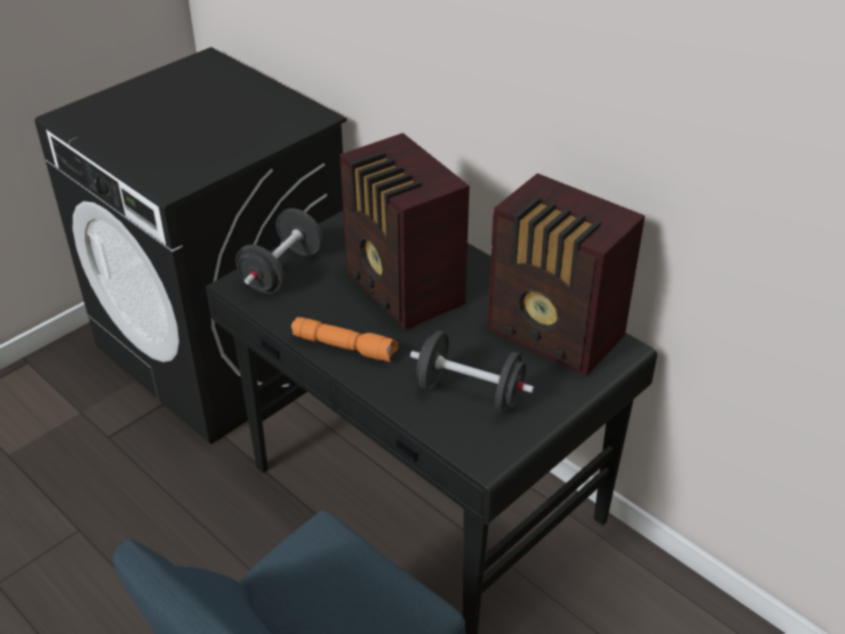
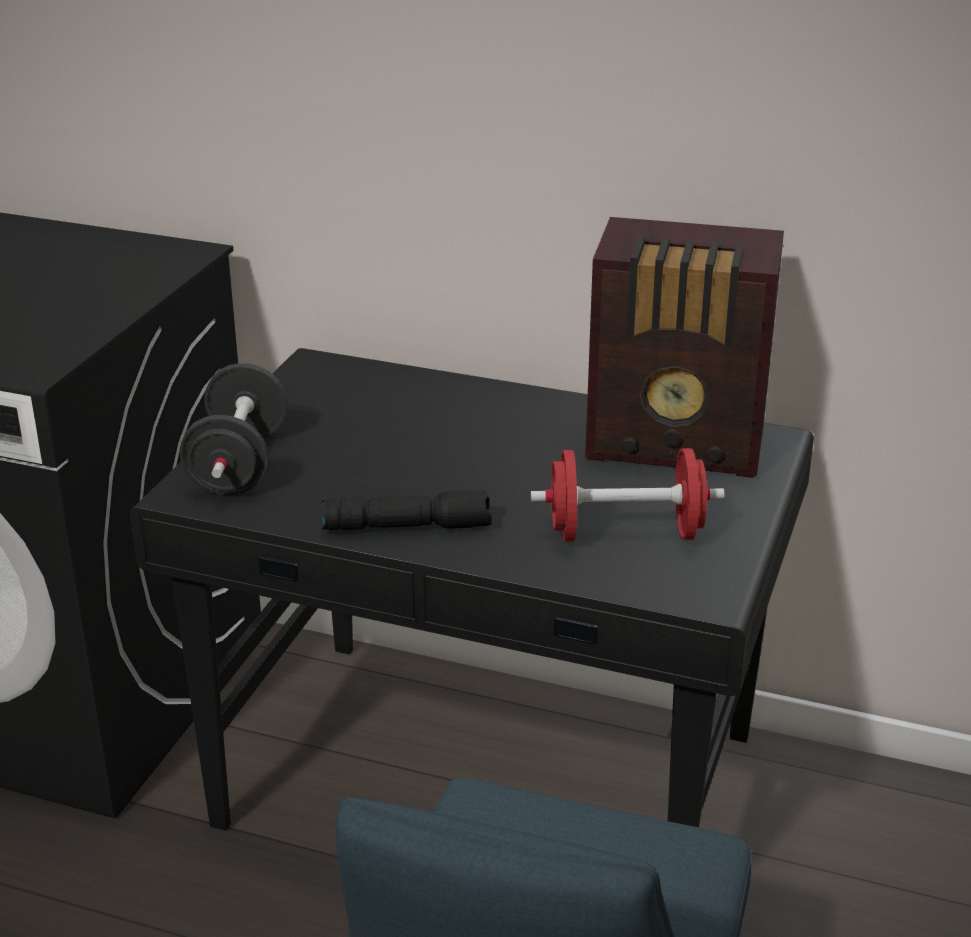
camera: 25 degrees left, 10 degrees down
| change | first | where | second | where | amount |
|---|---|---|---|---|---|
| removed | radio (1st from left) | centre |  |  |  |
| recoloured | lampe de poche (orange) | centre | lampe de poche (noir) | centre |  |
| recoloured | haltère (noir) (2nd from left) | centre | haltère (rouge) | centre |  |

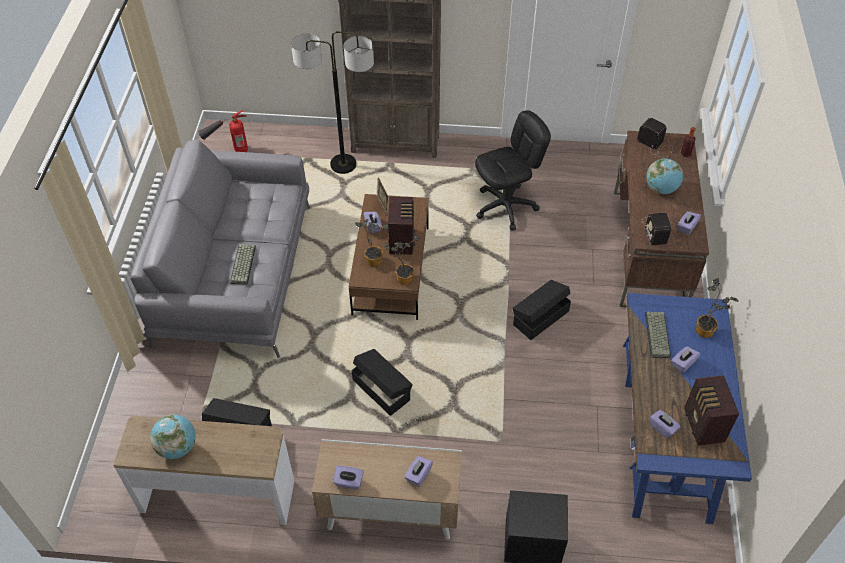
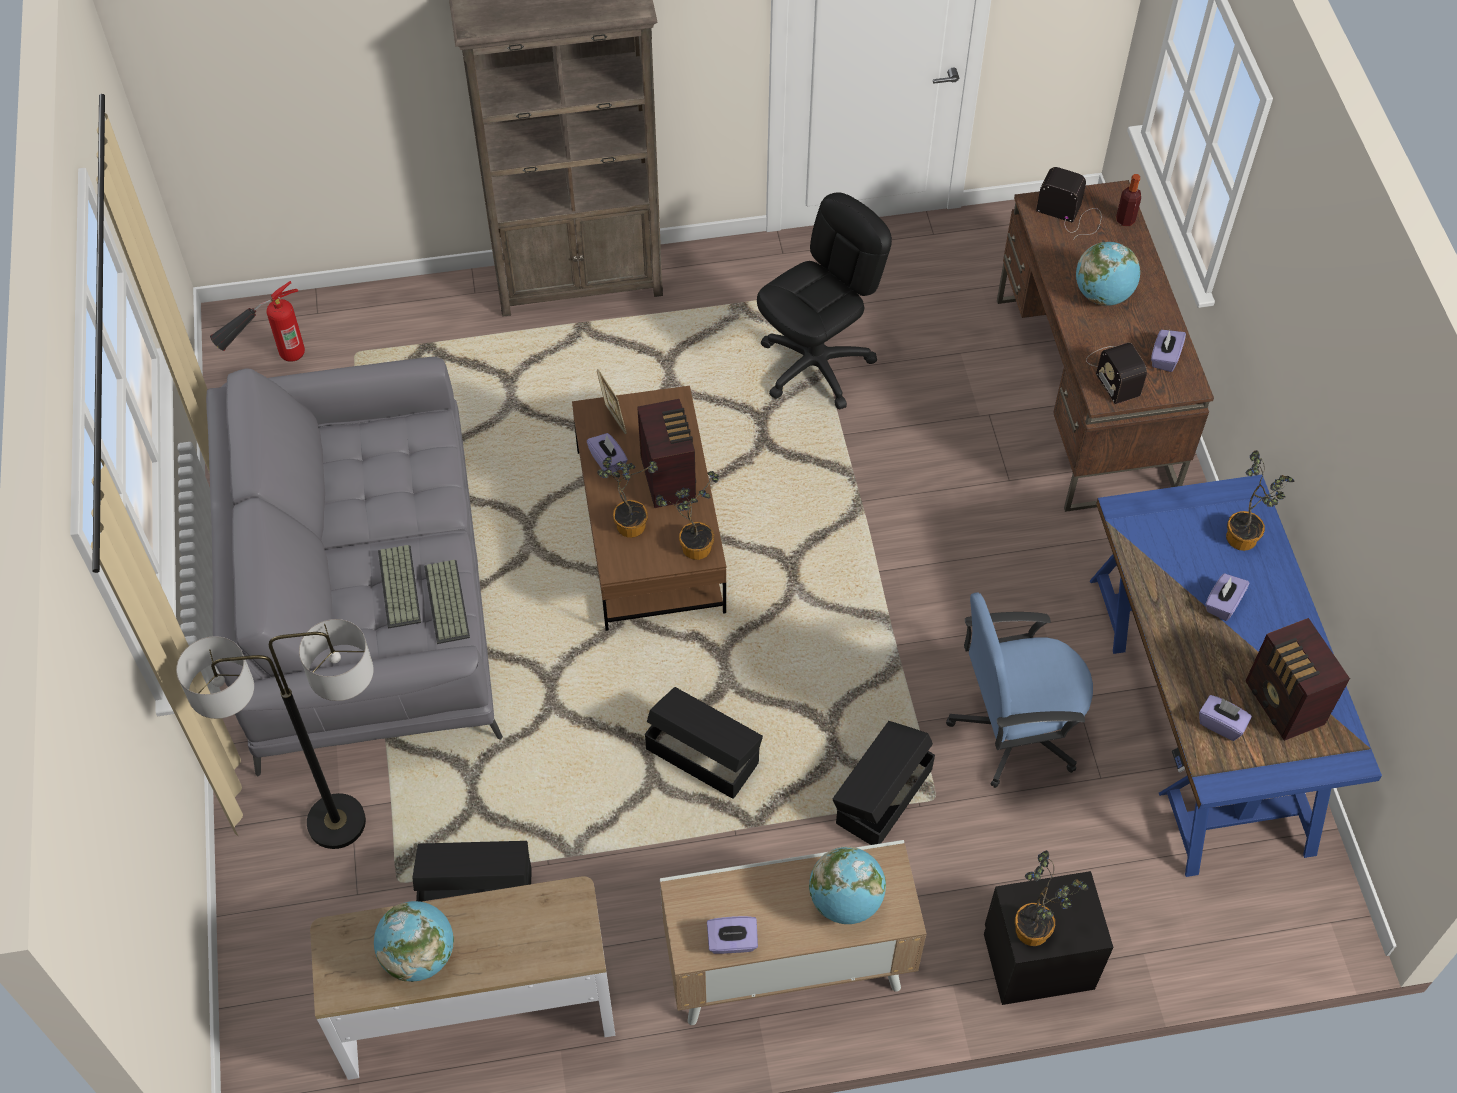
camera: 15 degrees left, 5 degrees up
| change | first | where | second | where | amount |
|---|---|---|---|---|---|
| moved | lampadaire | top centre |  | bottom left |  |
| moved | boîte de rangement (noir) (3rd from left) | centre |  | bottom centre |  |
| moved | clavier (2nd from left) | middle right |  | middle left |  |
| replaced | boîte à mouchoirs (violet) (3rd from left) | bottom centre | globe (2nd from left) | bottom centre |  |
| added |  |  | chaise de bureau (bleu) | middle right |  |
| added |  |  | plante en pot (3rd from left) | bottom right |  |

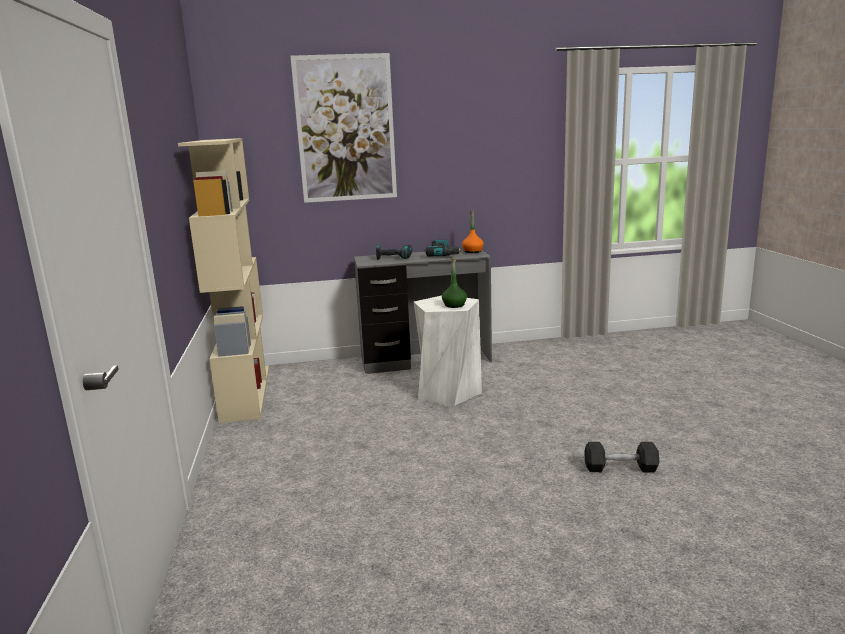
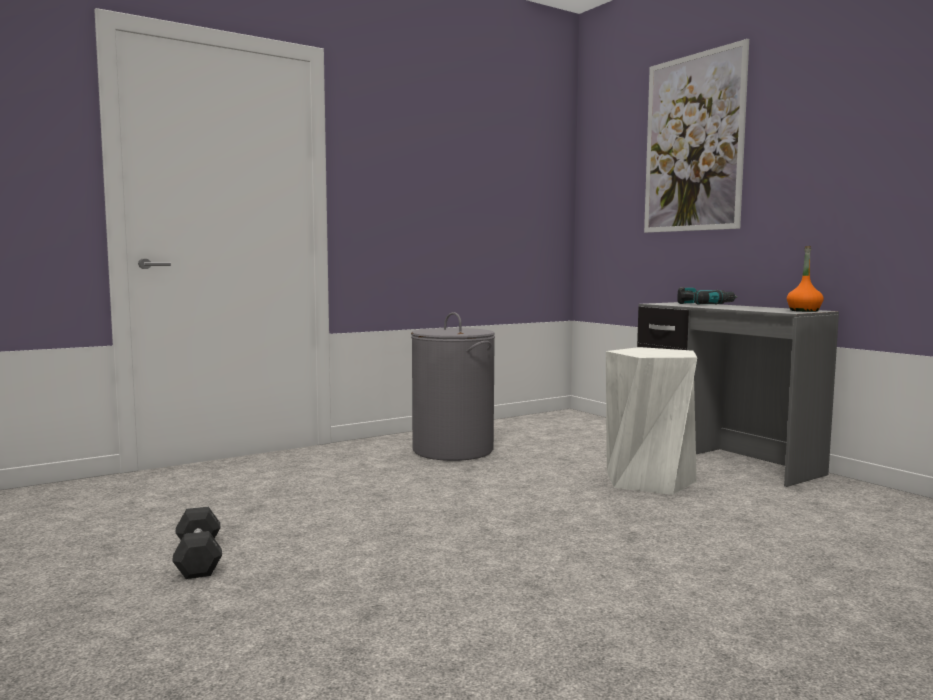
camera: 65 degrees right, 10 degrees down
| change | first | where | second | where | amount |
|---|---|---|---|---|---|
| removed | bibliothèque (beige) | middle left |  |  |  |
| removed | perceuse (2nd from left) | centre |  |  |  |
| removed | bouteille (vert) | centre |  |  |  |
| moved | haltère (gris) | bottom right |  | bottom left |  |
| added |  |  | panier à linge (gris) | centre |  |

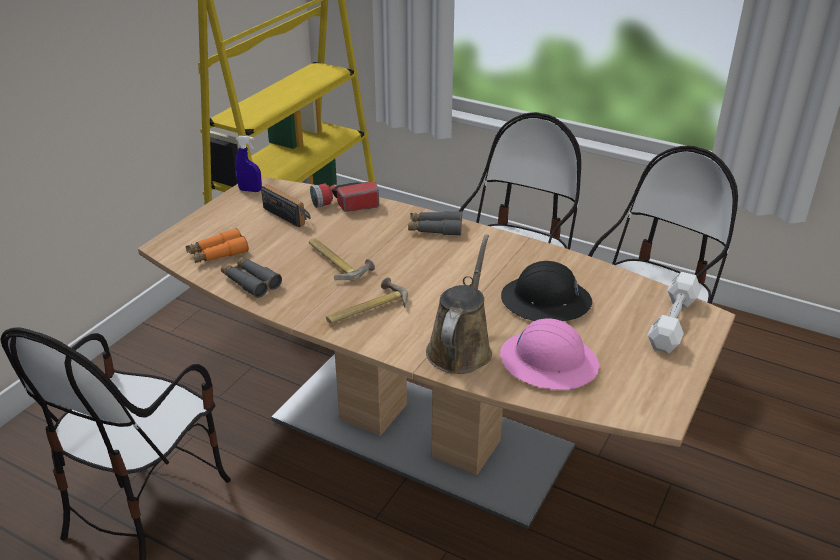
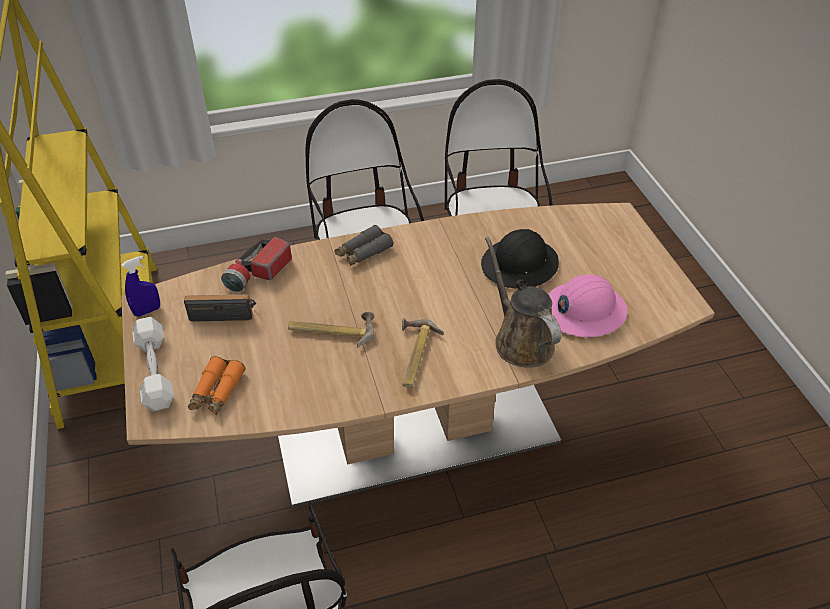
camera: 45 degrees left, 10 degrees up
| change | first | where | second | where | amount |
|---|---|---|---|---|---|
| removed | jumelles (gris) (1st from left) | middle left |  |  |  |
| moved | haltère (blanc) | middle right |  | middle left |  |

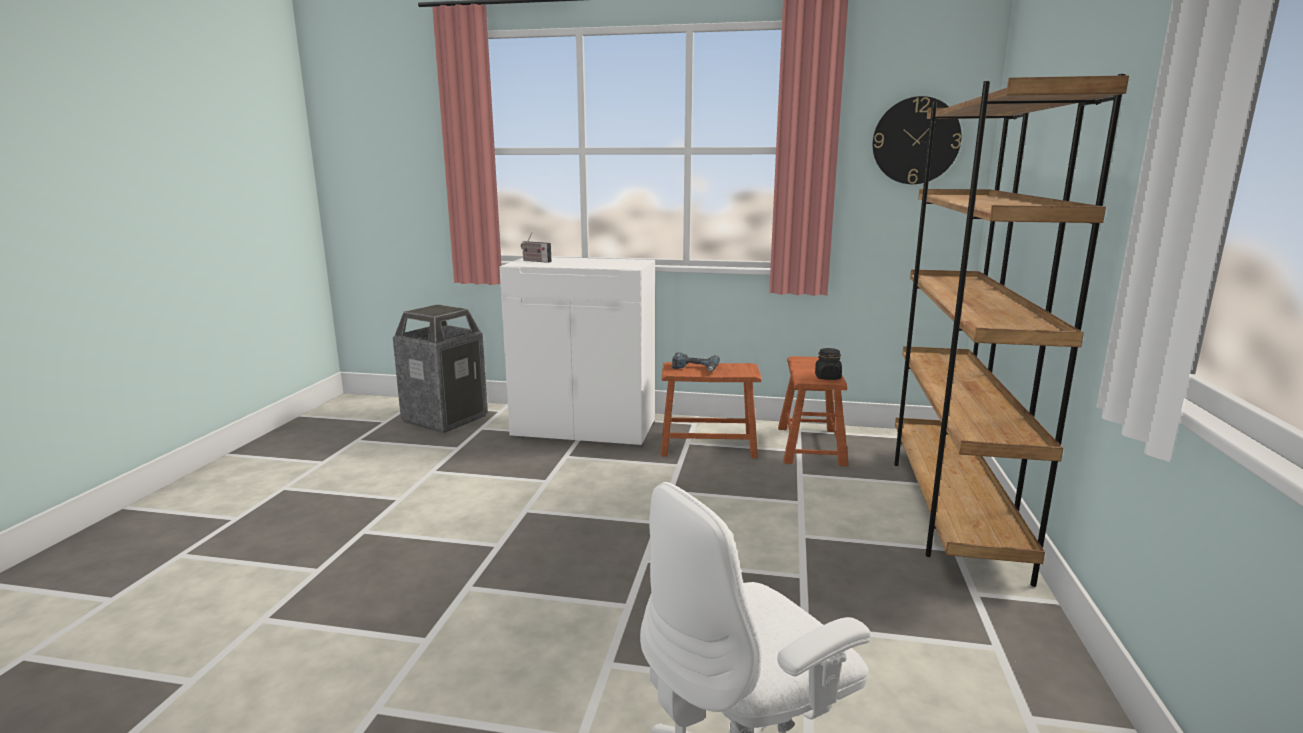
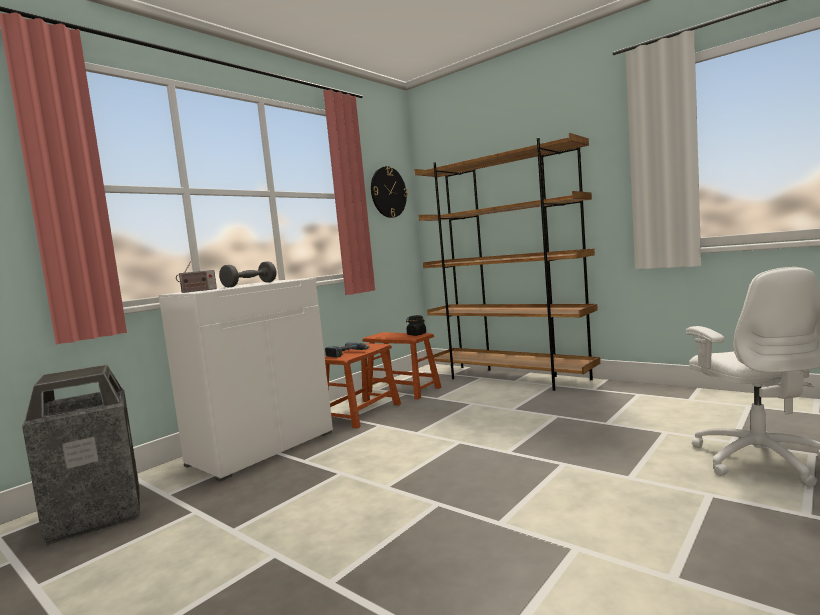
camera: 60 degrees left, 10 degrees down
| change | first | where | second | where | amount |
|---|---|---|---|---|---|
| added |  |  | haltère (gris) | middle left |  |

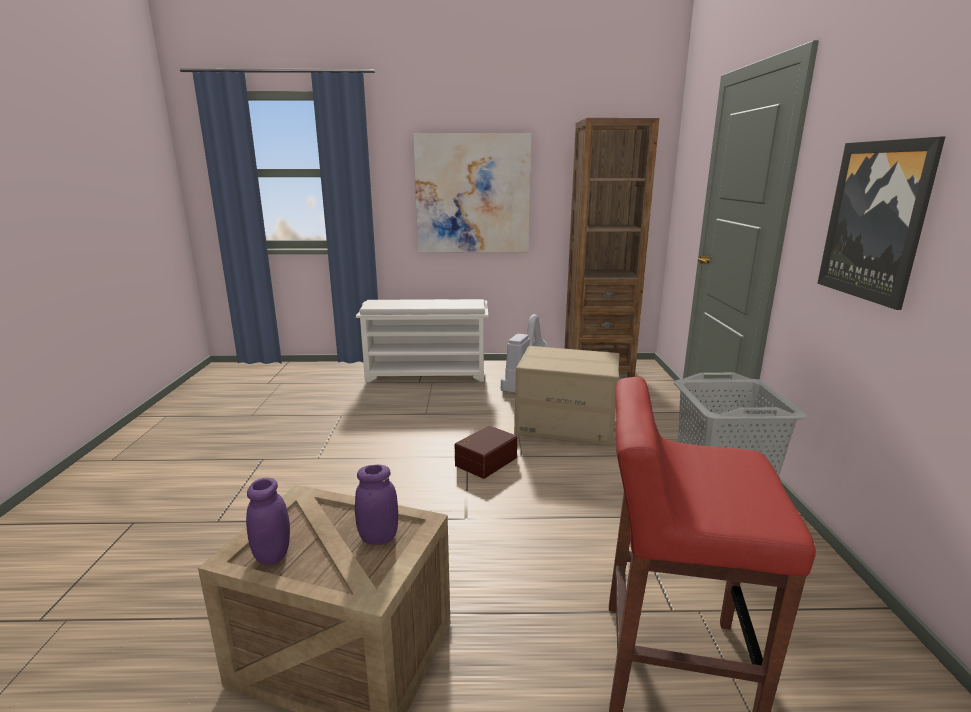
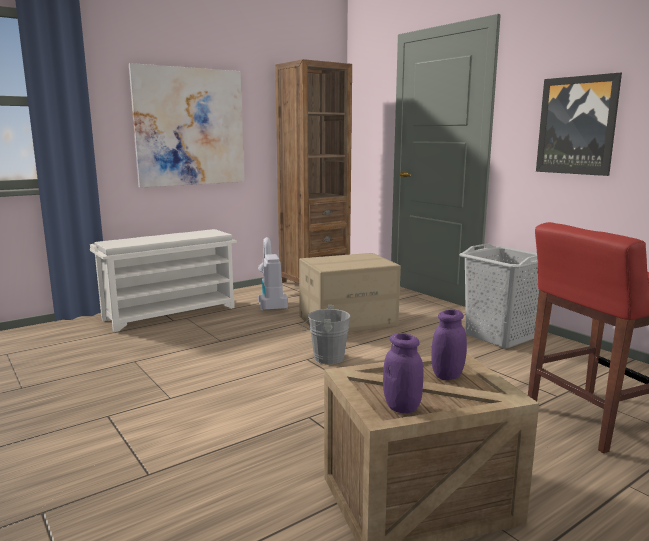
camera: 35 degrees left, 5 degrees down
| change | first | where | second | where | amount |
|---|---|---|---|---|---|
| replaced | boîte de rangement (marron) | centre | seau (gris) | centre |  |

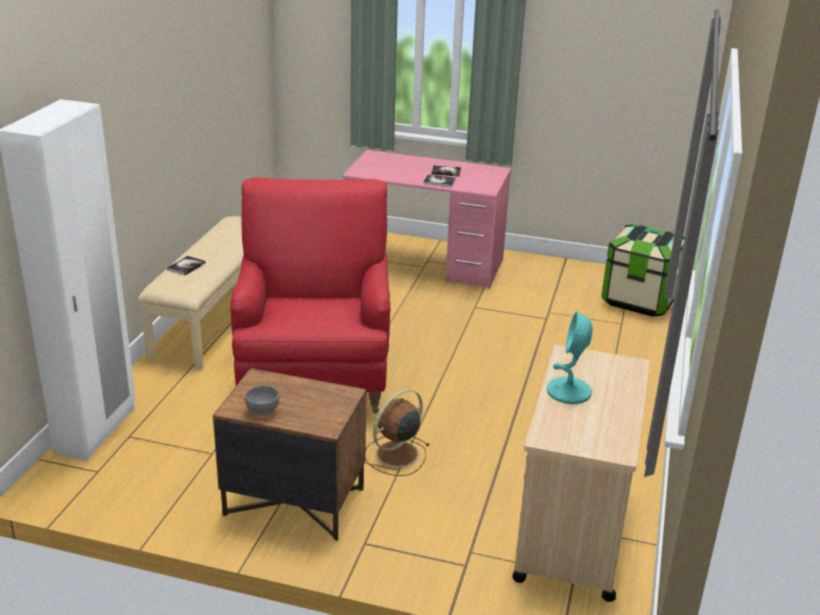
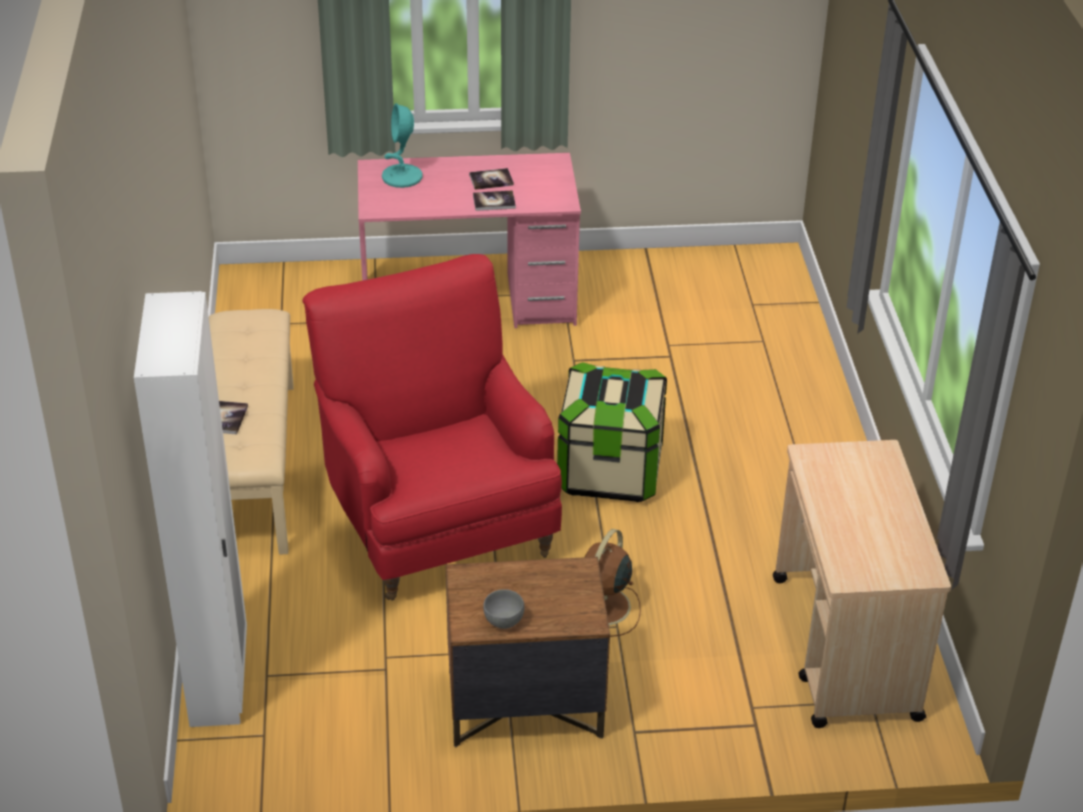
camera: 20 degrees left, 10 degrees up
| change | first | where | second | where | amount |
|---|---|---|---|---|---|
| moved | boîte de rangement | middle right |  | centre |  |
| moved | lampe de table (turquoise) | middle right |  | top centre |  |

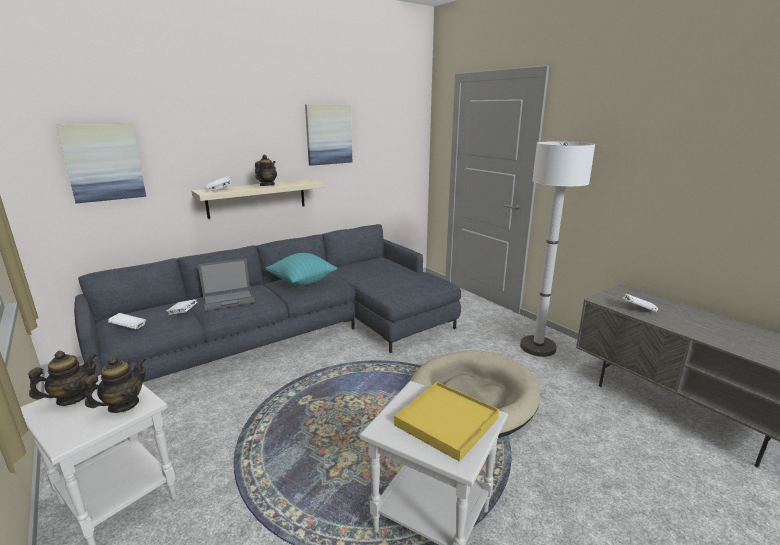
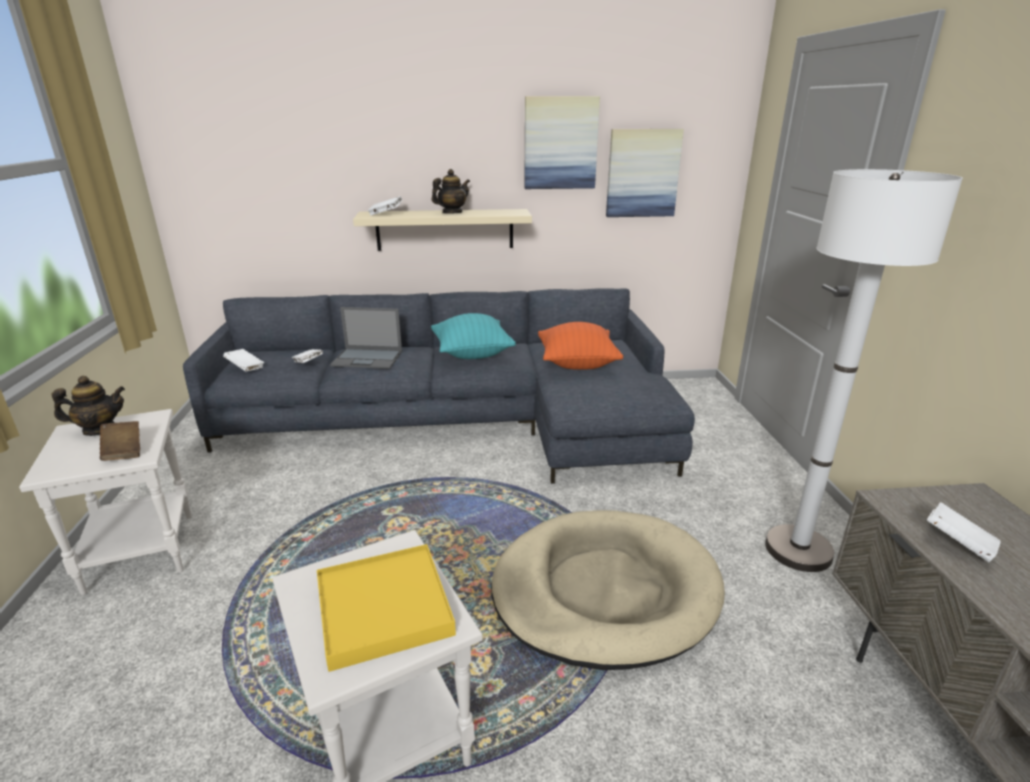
camera: 30 degrees right, 5 degrees up
| change | first | where | second | where | amount |
|---|---|---|---|---|---|
| moved | tableau (1st from left in the first image) | top left | tableau (2nd from left) | top centre |  |
| replaced | théière (2nd from left) | bottom left | livre (marron) | middle left |  |
| added |  |  | coussin (orange) | centre |  |

